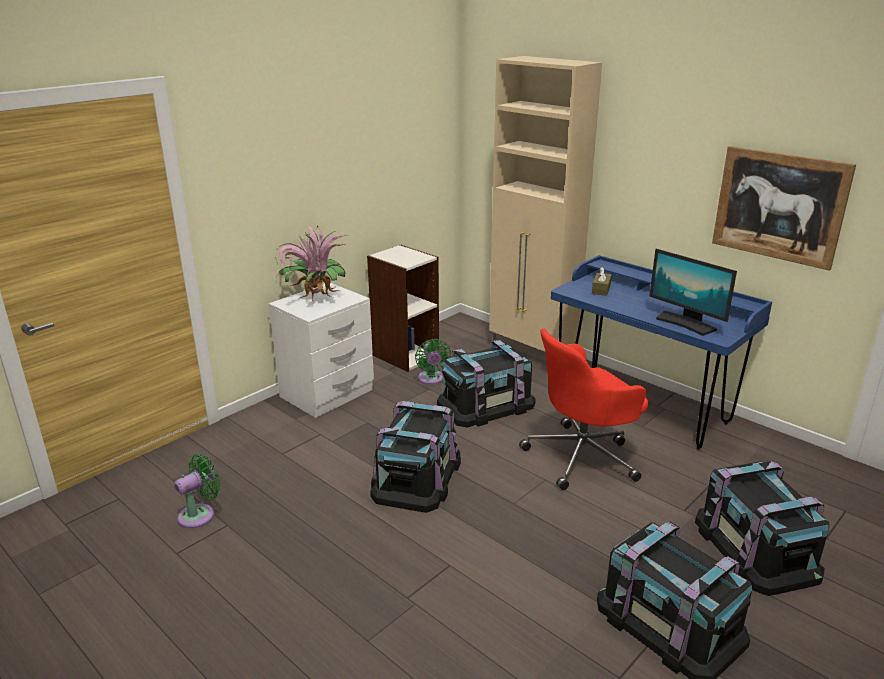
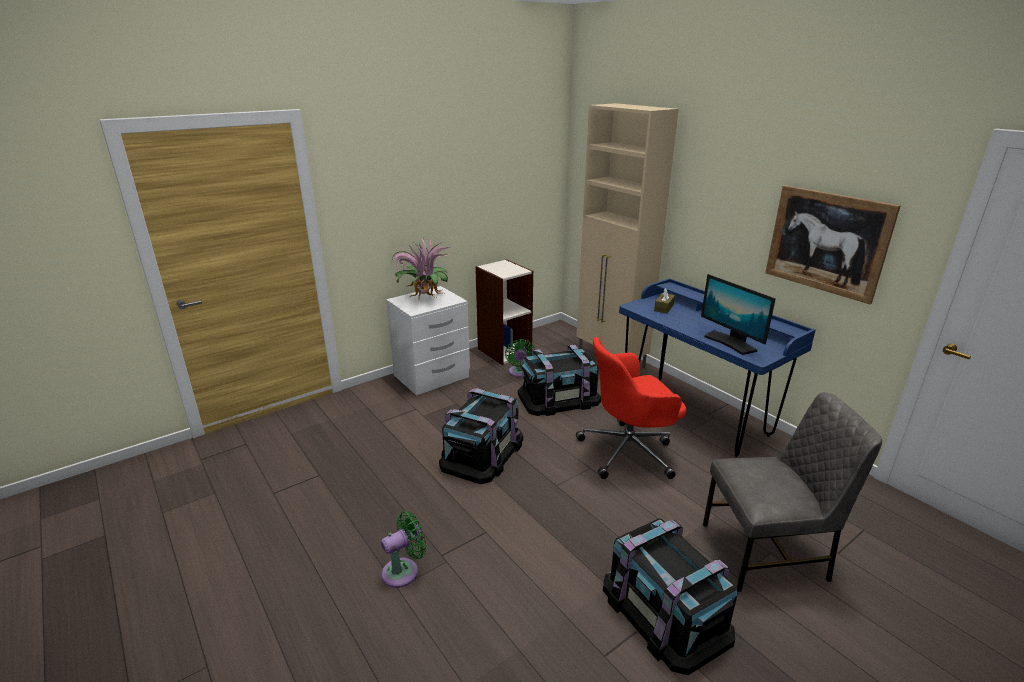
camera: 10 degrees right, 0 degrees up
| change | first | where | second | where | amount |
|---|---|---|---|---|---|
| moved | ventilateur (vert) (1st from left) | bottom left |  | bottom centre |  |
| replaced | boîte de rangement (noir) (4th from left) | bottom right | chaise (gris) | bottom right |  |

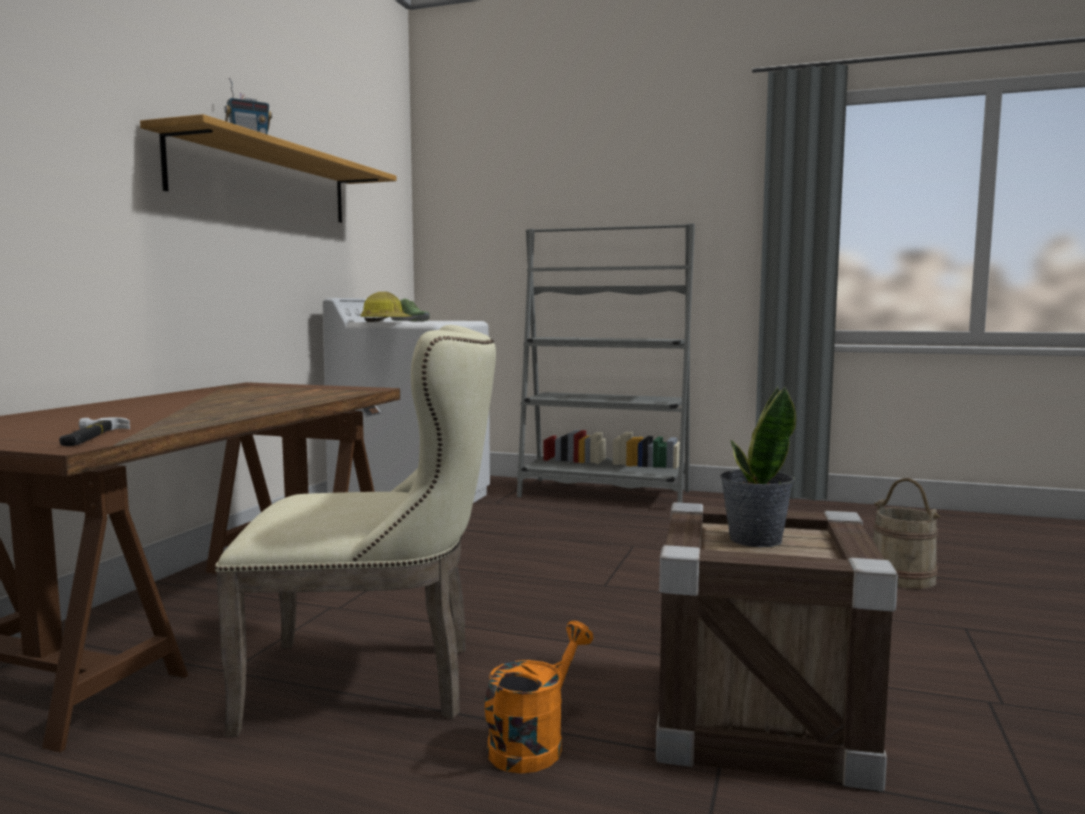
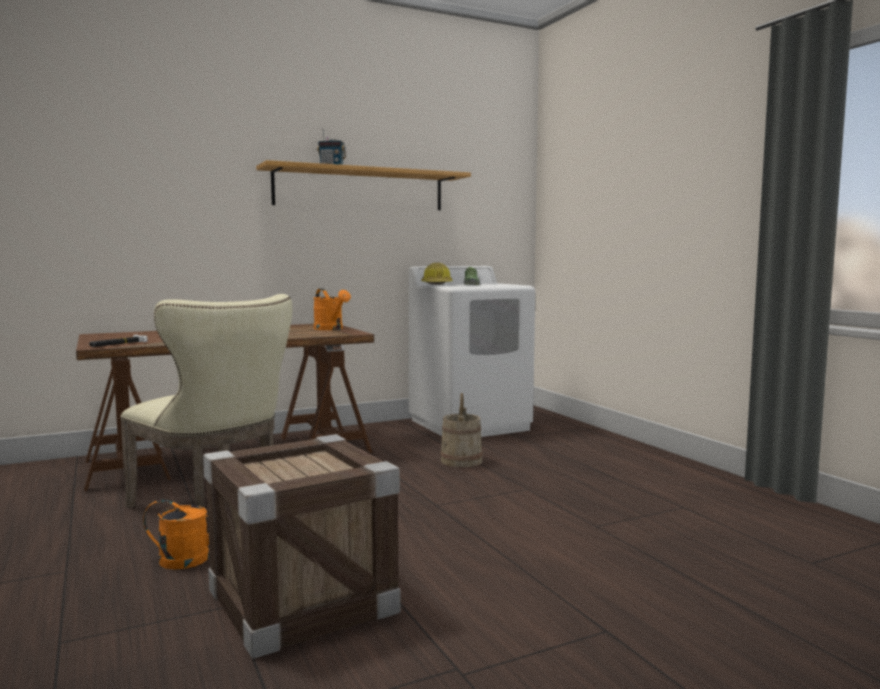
camera: 45 degrees right, 0 degrees up
| change | first | where | second | where | amount |
|---|---|---|---|---|---|
| removed | bibliothèque (gris) | centre |  |  |  |
| removed | plante en pot | middle right |  |  |  |
| moved | seau (beige) | middle right |  | centre |  |
| added |  |  | arrosoir (orange) (2nd from left) | centre |  |

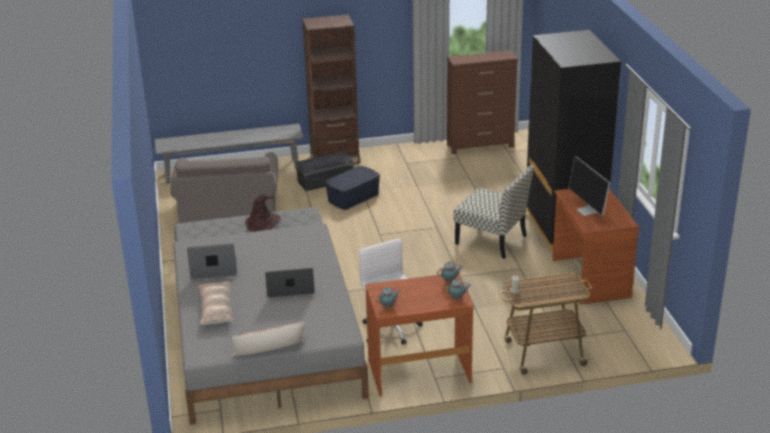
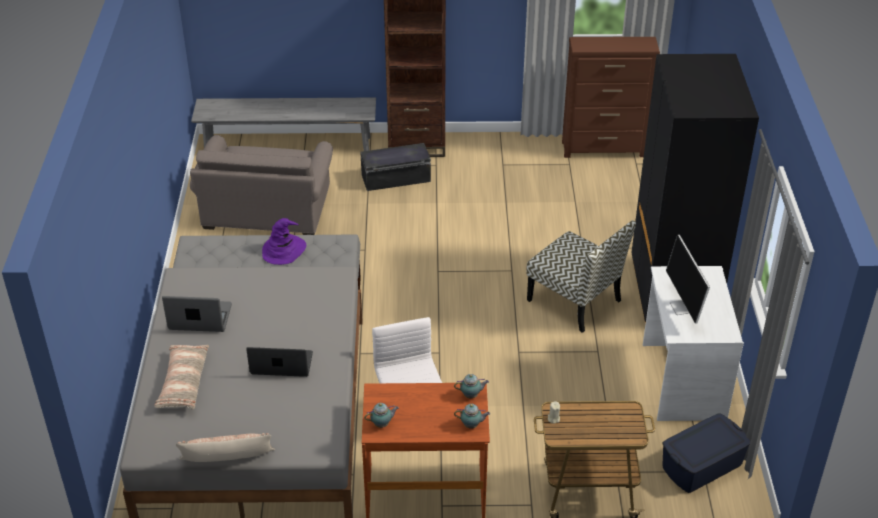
camera: 10 degrees right, 10 degrees up
| change | first | where | second | where | amount |
|---|---|---|---|---|---|
| moved | boîte de rangement (bleu) | centre |  | bottom right |  |
| recoloured | bureau (marron) (2nd from left) | middle right | bureau (blanc) | middle right |  |
| recoloured | chapeau (marron) | centre | chapeau (violet) | middle left |  |

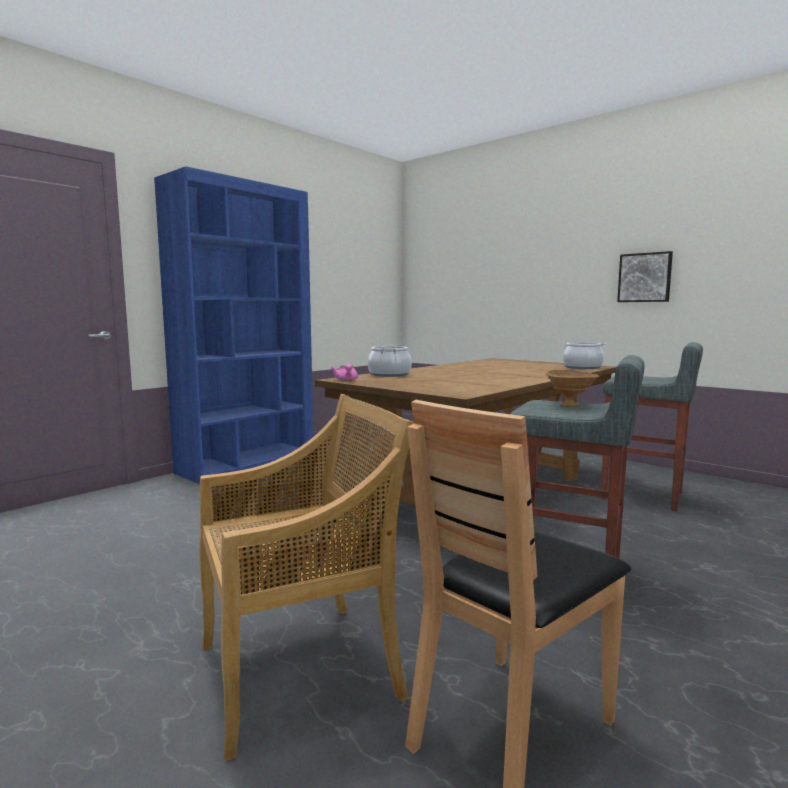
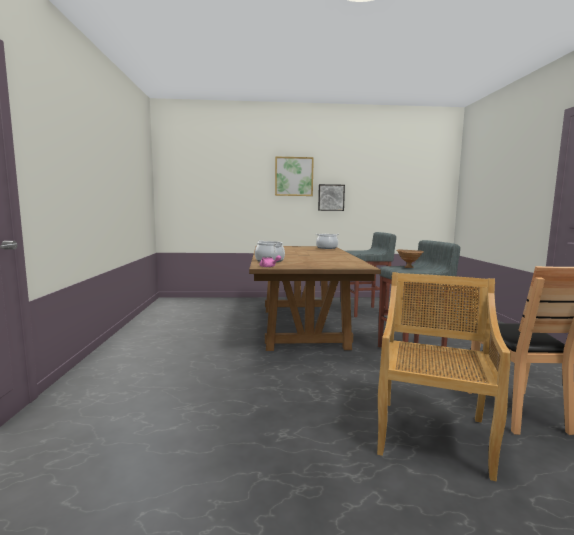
camera: 45 degrees left, 0 degrees up
| change | first | where | second | where | amount |
|---|---|---|---|---|---|
| removed | bibliothèque (bleu) | middle left |  |  |  |
| added |  |  | tableau (1st from left) | top centre |  |

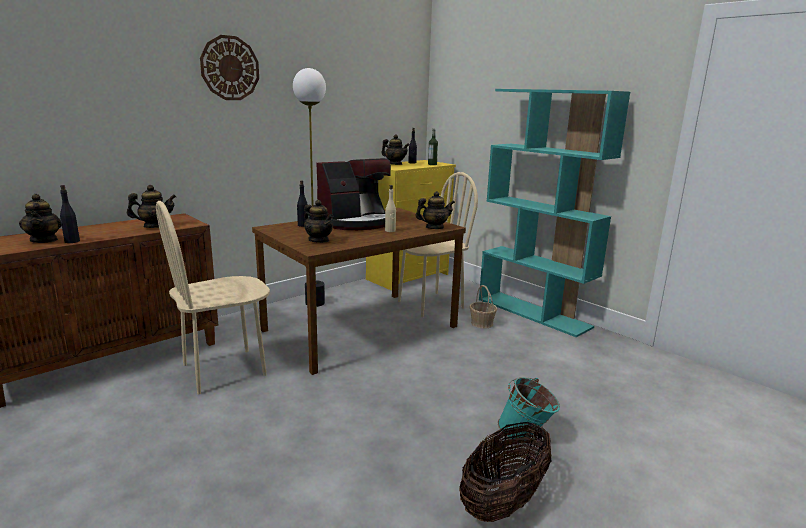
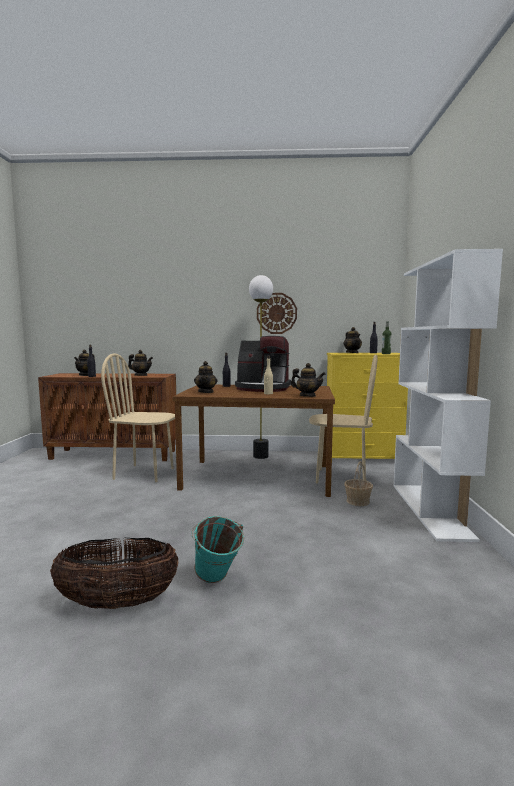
camera: 45 degrees right, 10 degrees down
| change | first | where | second | where | amount |
|---|---|---|---|---|---|
| moved | horloge murale | top left |  | centre |  |
| recoloured | bibliothèque (turquoise) | middle right | bibliothèque (blanc) | middle right |  |

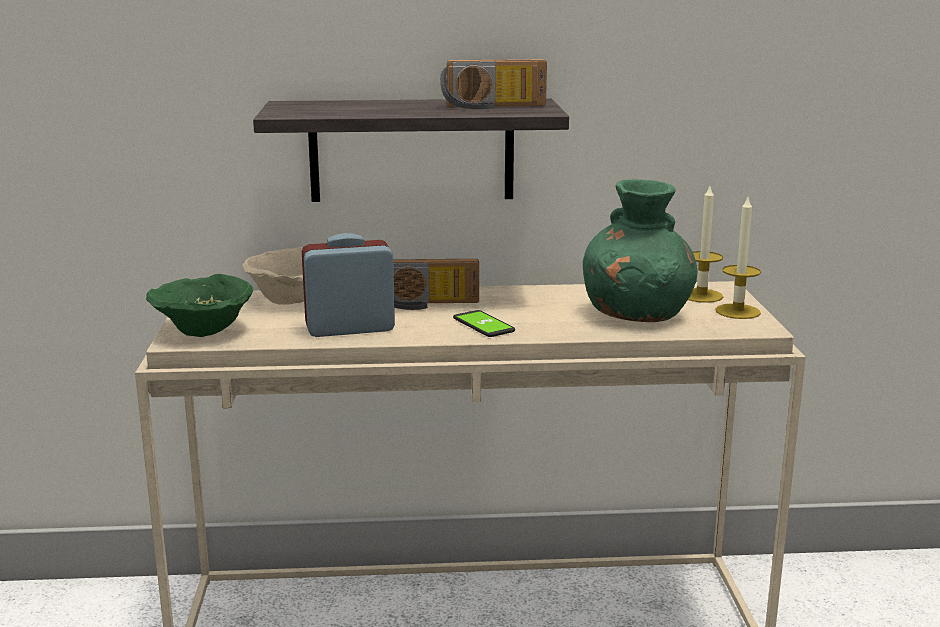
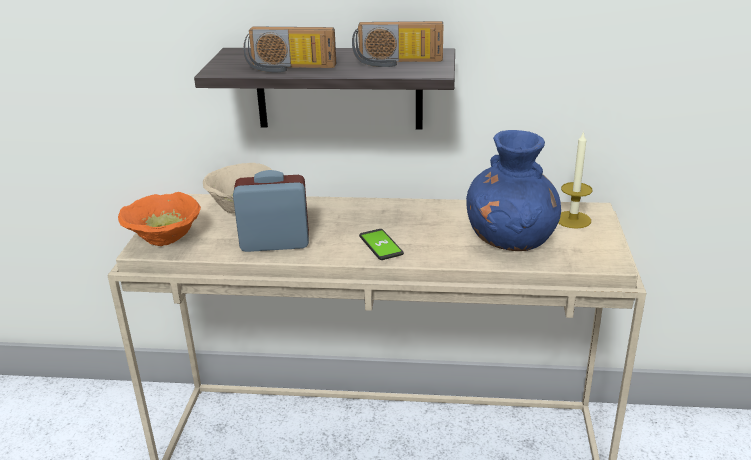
camera: 10 degrees right, 10 degrees up
| change | first | where | second | where | amount |
|---|---|---|---|---|---|
| recoloured | vase (vert) | middle right | vase (bleu) | middle right |  |
| removed | bougie (2nd from left) | middle right |  |  |  |
| moved | radio (1st from left) | centre |  | top centre |  |
| recoloured | bol (vert) | middle left | bol (orange) | middle left |  |

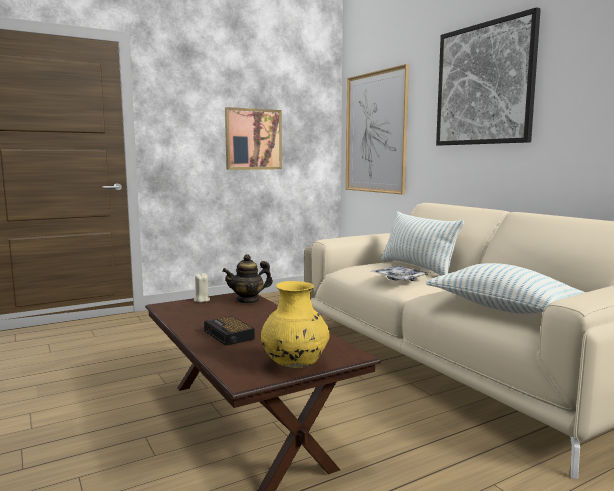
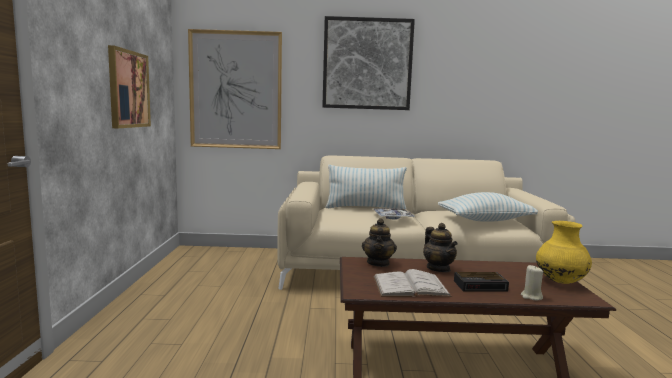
camera: 60 degrees left, 0 degrees up
| change | first | where | second | where | amount |
|---|---|---|---|---|---|
| moved | bougie (beige) | middle left |  | bottom right |  |
| added |  |  | théière (2nd from left) | centre |  |
| added |  |  | livre (blanc) | bottom centre |  |

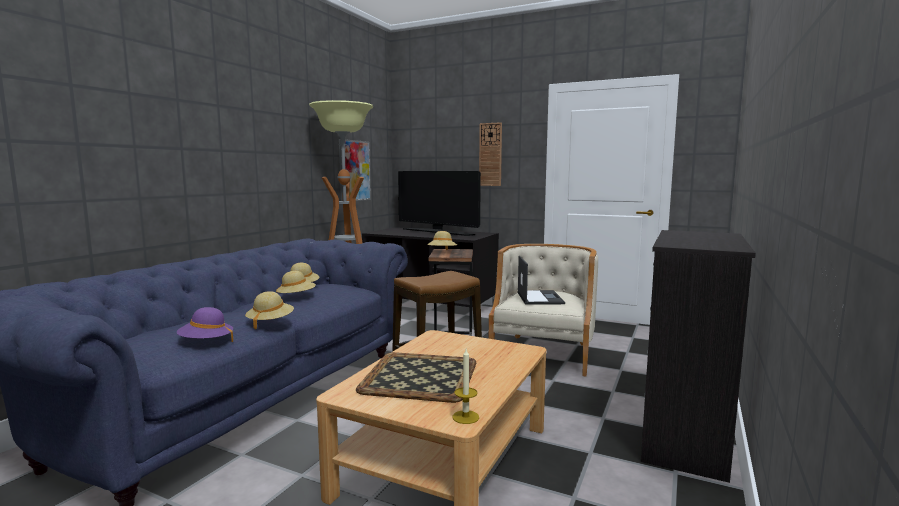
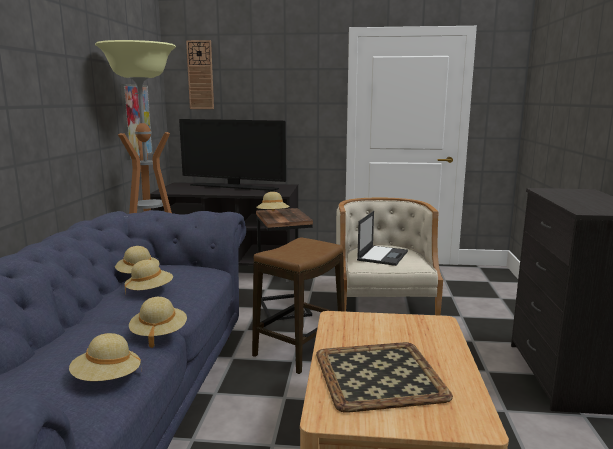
camera: 20 degrees left, 5 degrees up
| change | first | where | second | where | amount |
|---|---|---|---|---|---|
| moved | horloge murale | top centre |  | top left |  |
| turned | ordinateur portable | centre |  | centre | 45 degrees clockwise |
| recoloured | chapeau (violet) | middle left | chapeau (beige) (1st from left) | bottom left |  |
| removed | bougie | bottom centre |  |  |  |

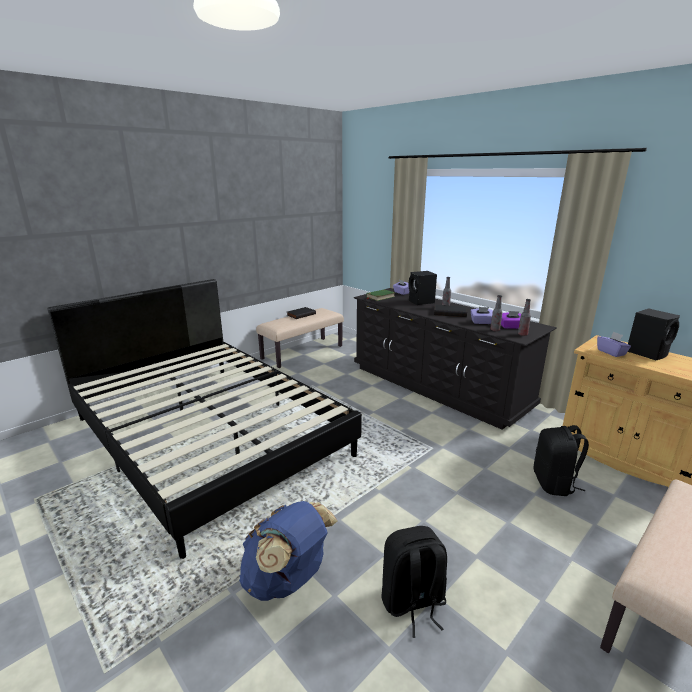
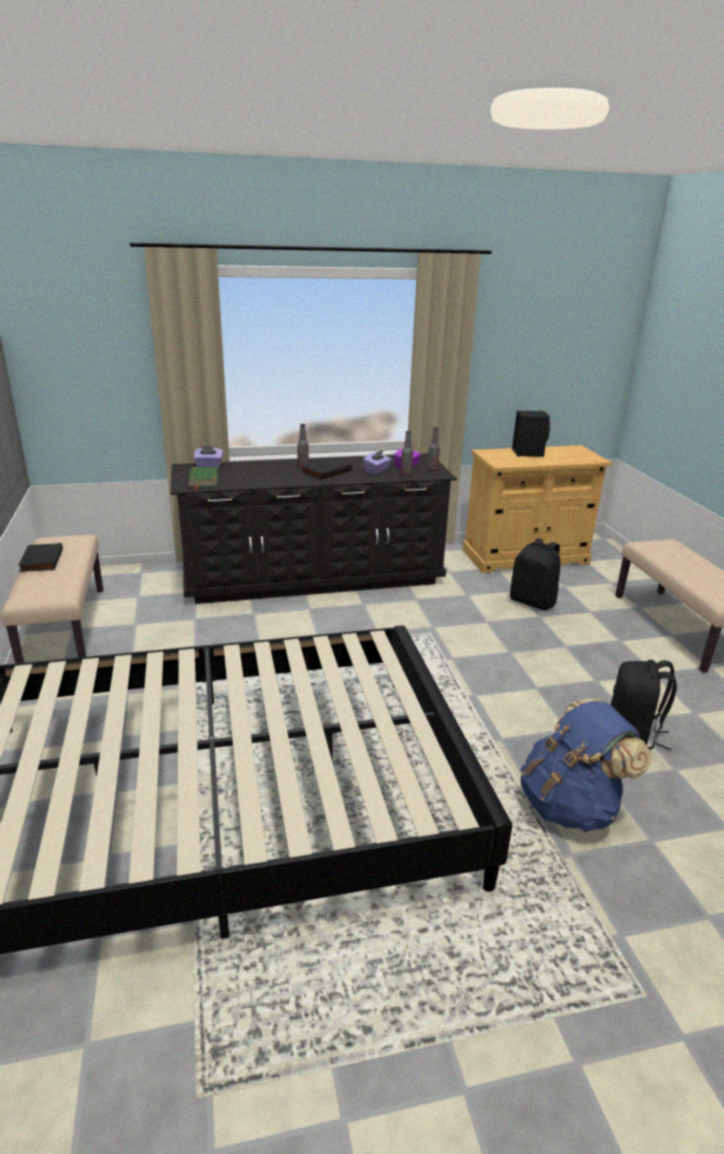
camera: 60 degrees left, 5 degrees up
| change | first | where | second | where | amount |
|---|---|---|---|---|---|
| removed | enceinte (noir) (1st from left) | centre |  |  |  |
| removed | boîte à mouchoirs (violet) (4th from left) | middle right |  |  |  |

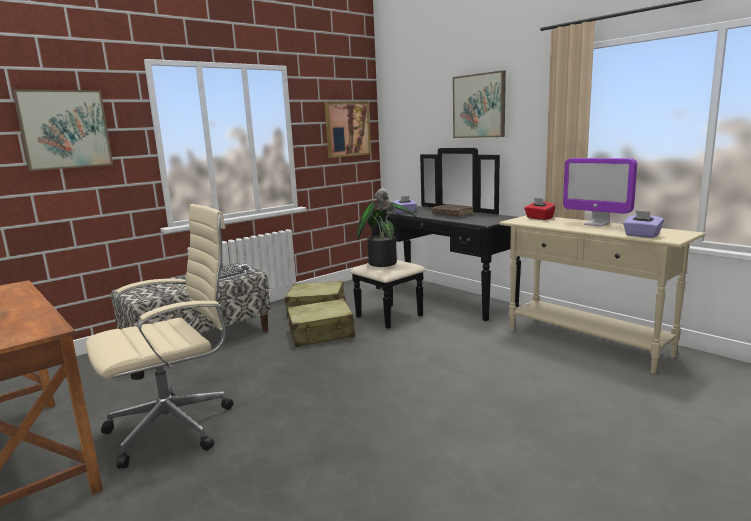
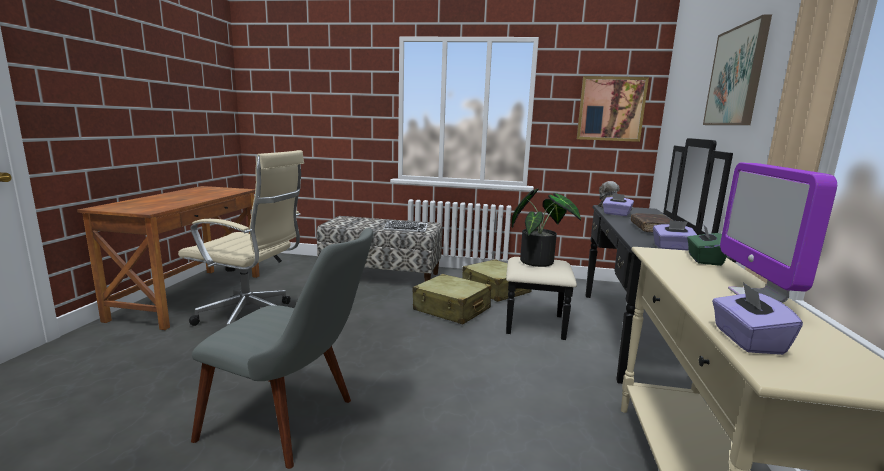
camera: 50 degrees right, 0 degrees up
| change | first | where | second | where | amount |
|---|---|---|---|---|---|
| removed | tableau (1st from left) | top left |  |  |  |
| recoloured | boîte à mouchoirs (rouge) | middle right | boîte à mouchoirs (vert) | middle right |  |
| added |  |  | boîte à mouchoirs (violet) (2nd from left) | middle right |  |
| added |  |  | chaise (gris) | bottom left |  |

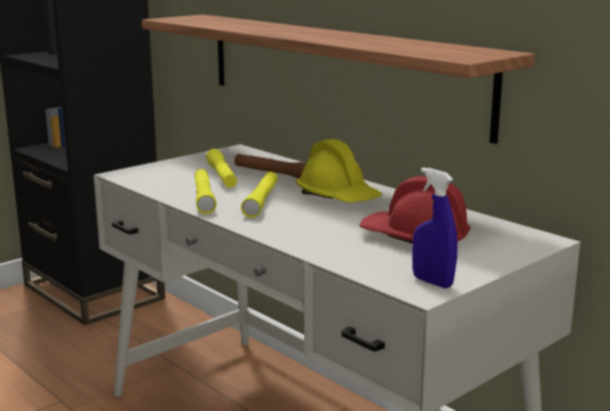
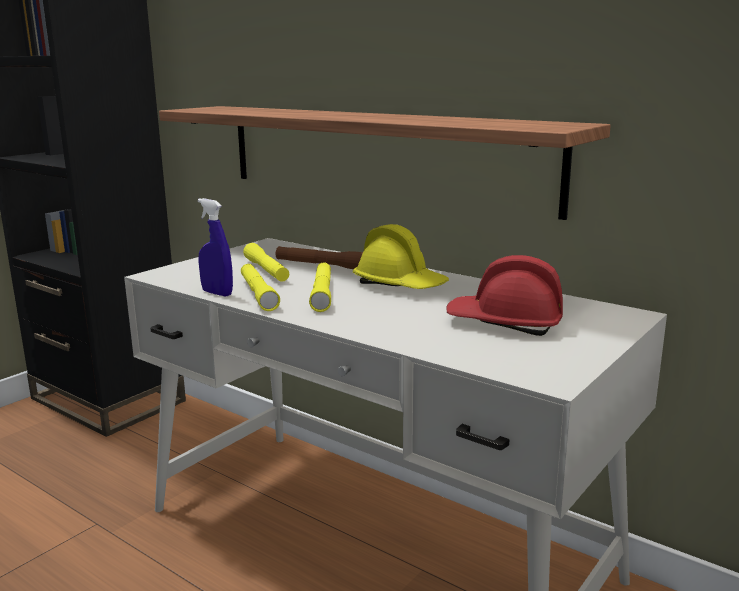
camera: 10 degrees left, 0 degrees up
| change | first | where | second | where | amount |
|---|---|---|---|---|---|
| moved | vaporisateur (bleu) | middle right |  | middle left |  |

